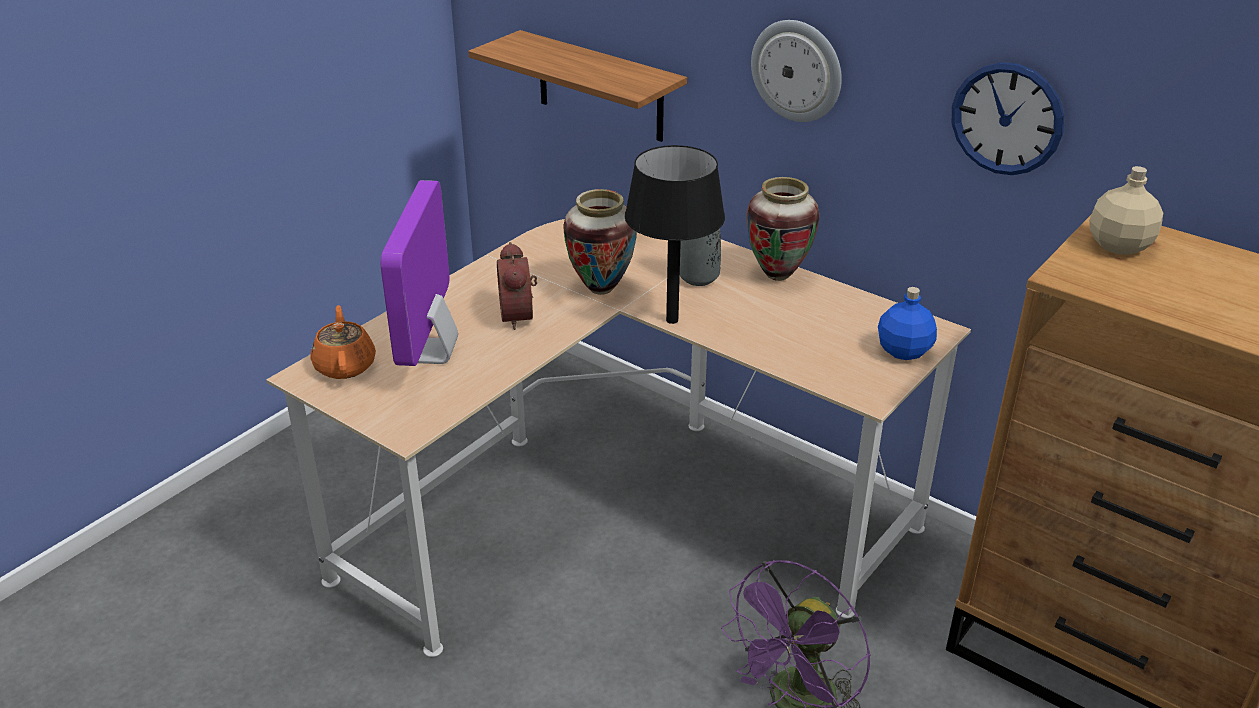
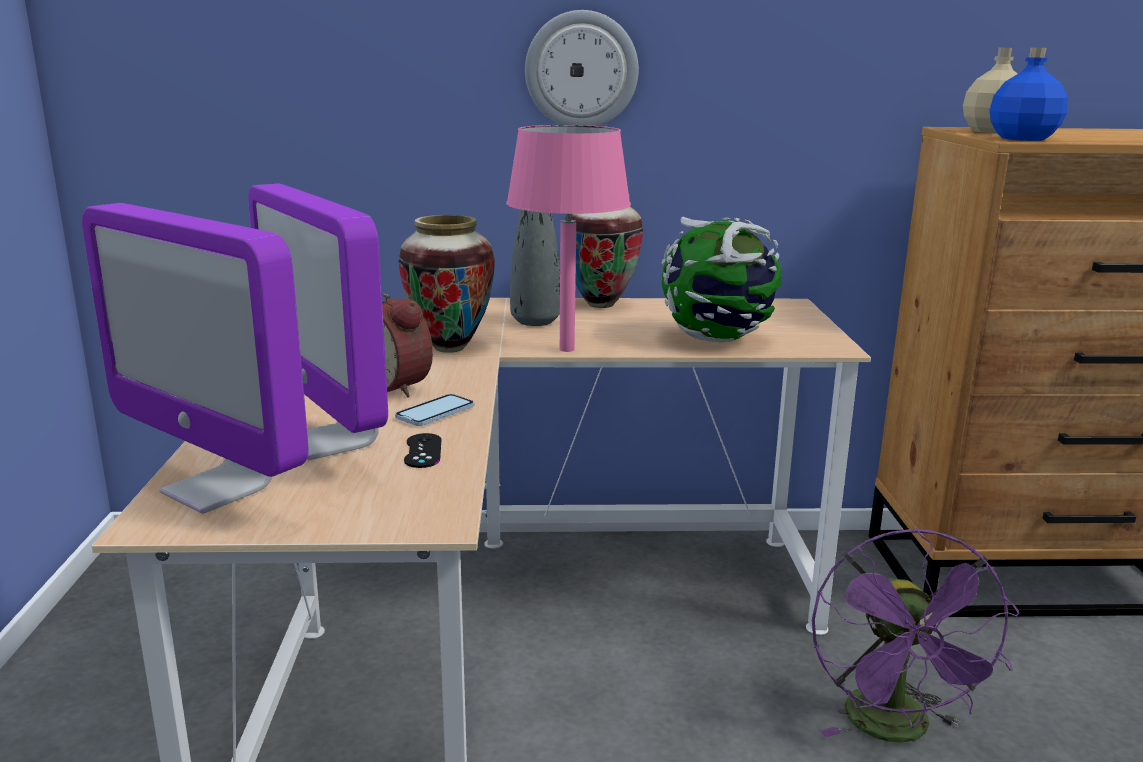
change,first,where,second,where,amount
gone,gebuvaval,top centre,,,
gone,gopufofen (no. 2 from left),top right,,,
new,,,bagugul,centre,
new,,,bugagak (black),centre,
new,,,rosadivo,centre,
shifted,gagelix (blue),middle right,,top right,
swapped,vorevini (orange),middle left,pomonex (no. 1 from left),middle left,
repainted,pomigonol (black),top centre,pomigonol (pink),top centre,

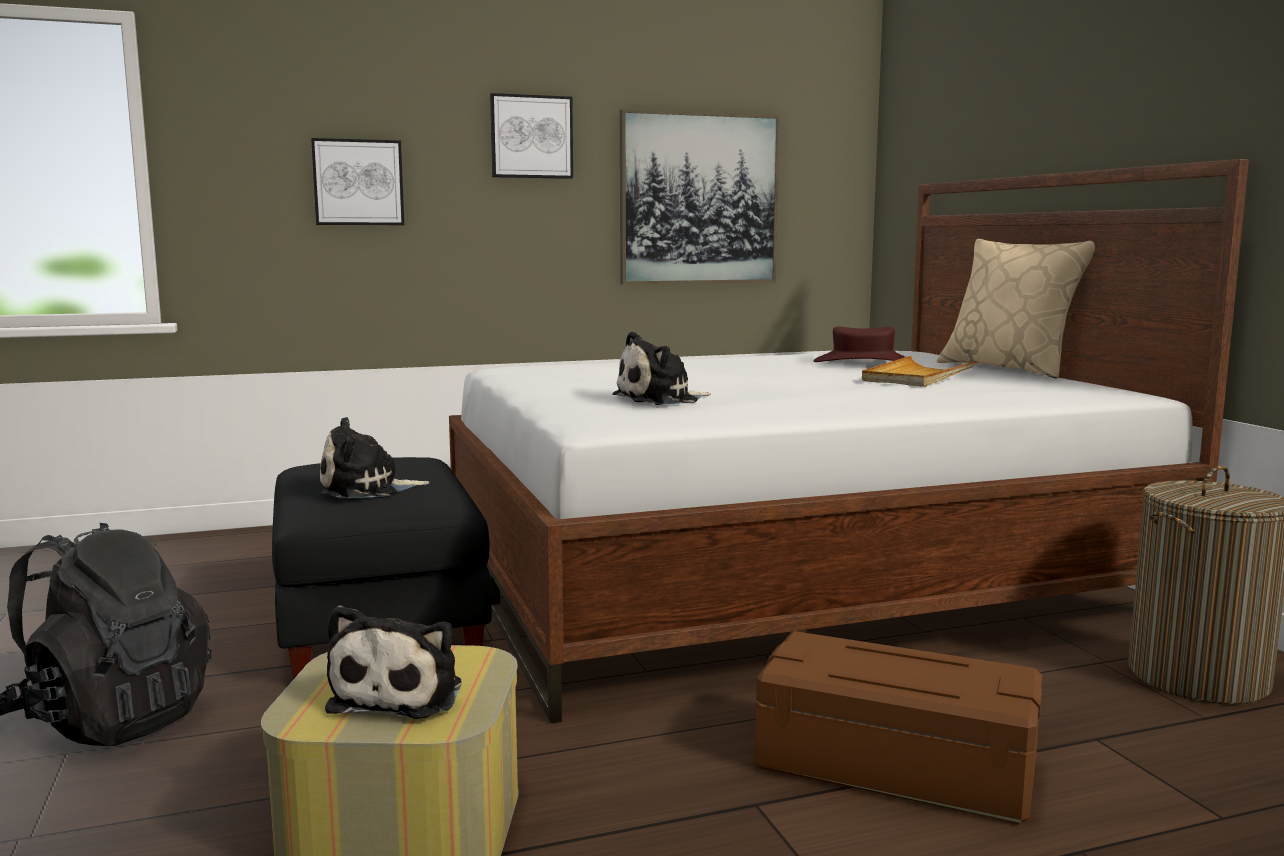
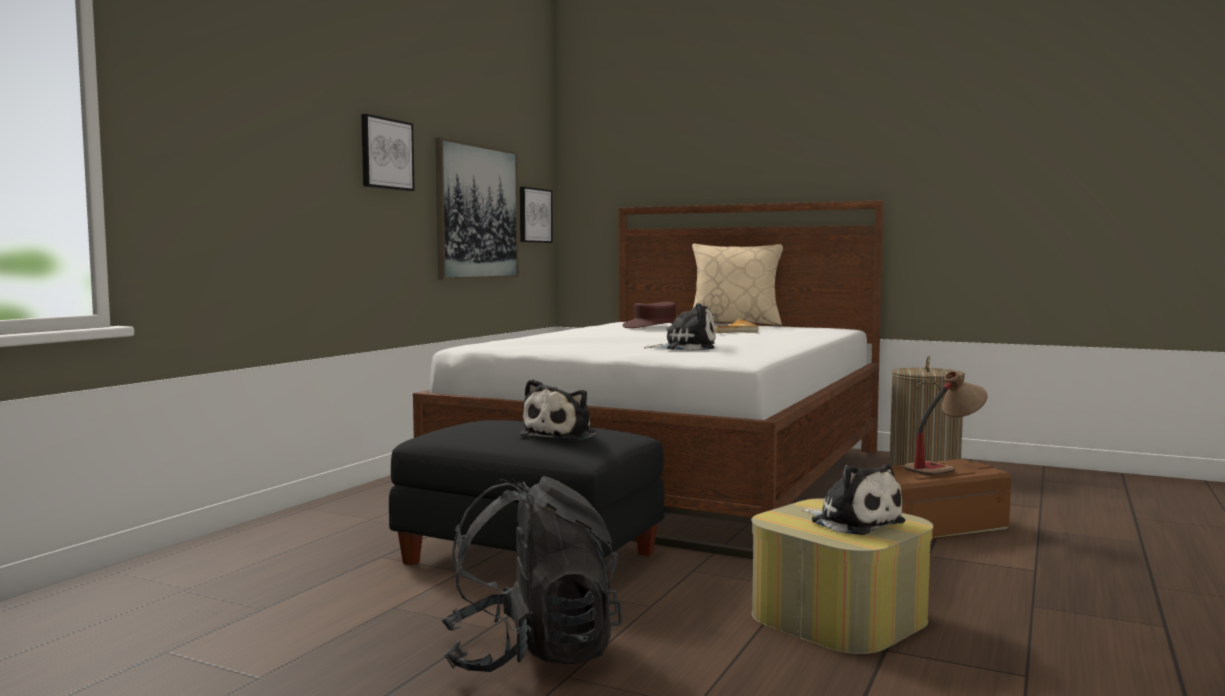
change,first,where,second,where,amount
new,,,pomigonol,middle right,
shifted,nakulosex (no. 1 from left in the first image),top left,nakulosex (no. 3 from left),top centre,
rotated,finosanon (no. 3 from left in the first image),centre,finosanon (no. 2 from left),centre,105 degrees counterclockwise

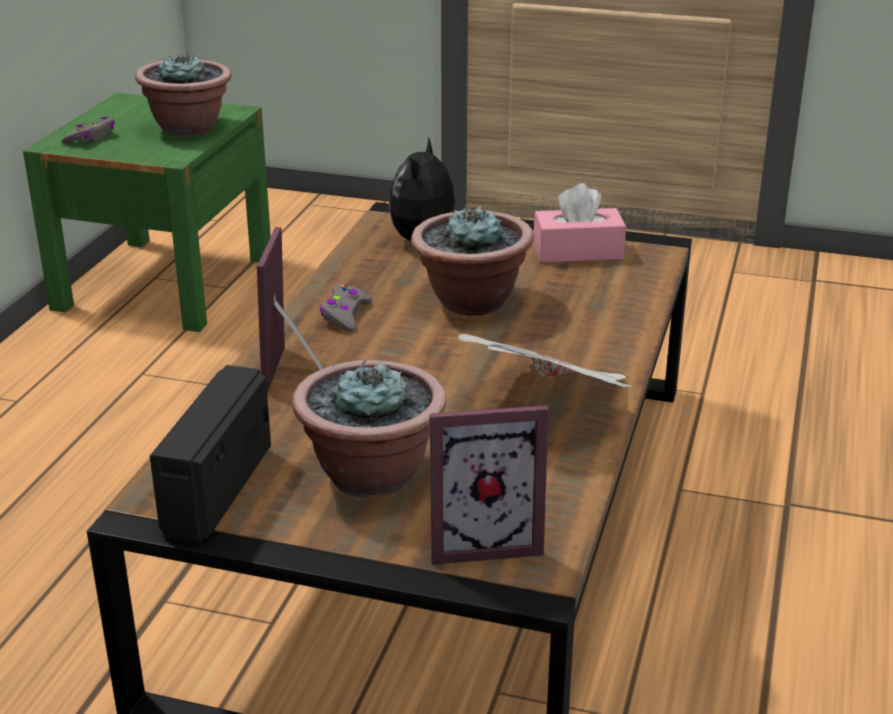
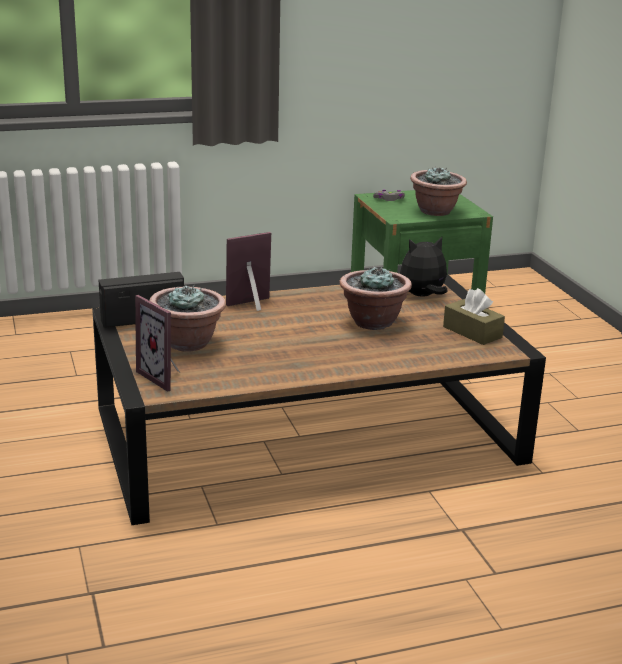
change,first,where,second,where,amount
gone,bugagak (grey) (no. 2 from left),centre,,,
gone,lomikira,centre,,,
repainted,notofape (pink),top centre,notofape (brown),middle right,

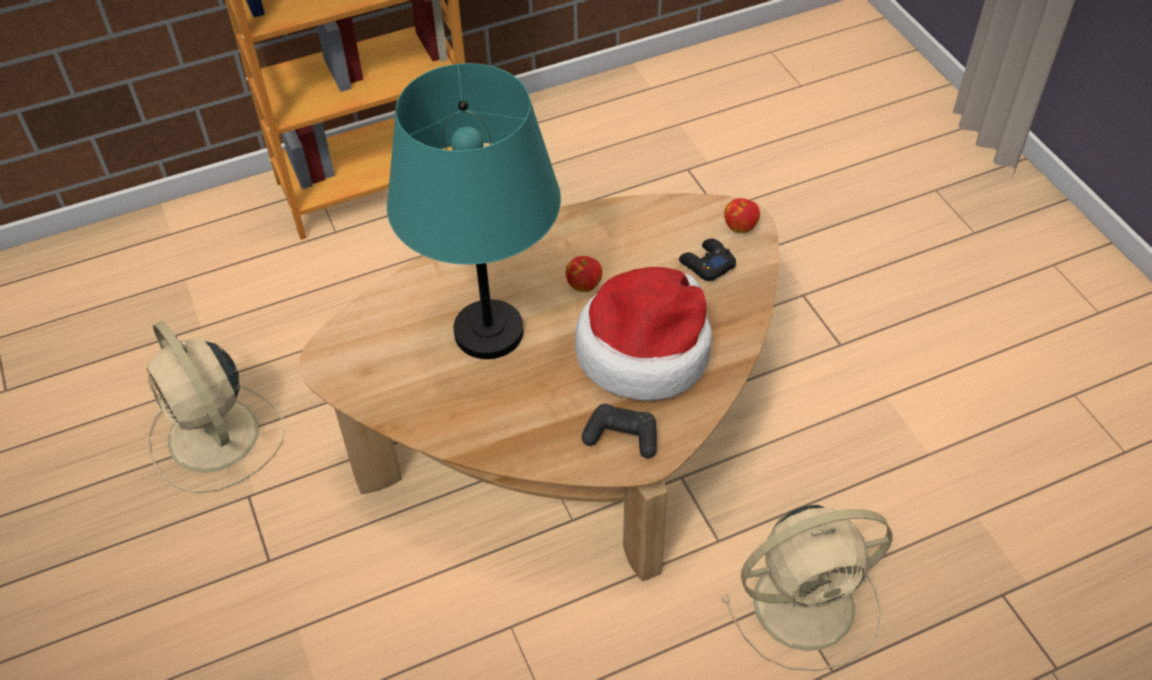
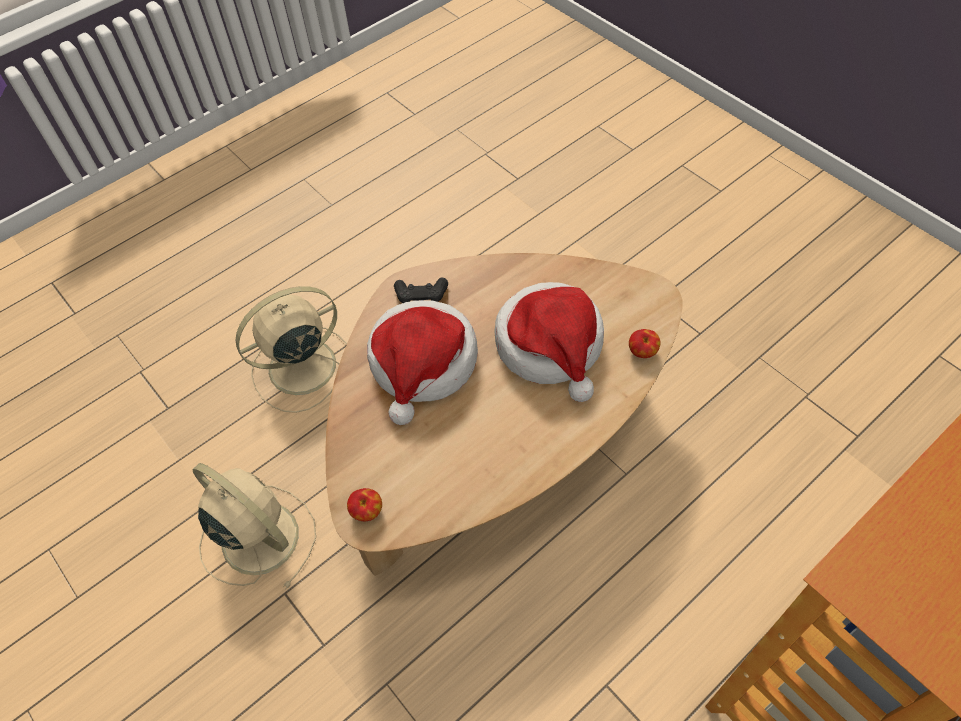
change,first,where,second,where,amount
gone,bugagak (black) (no. 2 from left),centre,,,
shifted,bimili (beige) (no. 1 from left),middle left,,bottom left,
shifted,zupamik (no. 1 from left in the first image),centre,zupamik (no. 2 from left),middle right,
swapped,pomigonol (turquoise),top centre,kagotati (no. 2 from left),centre,

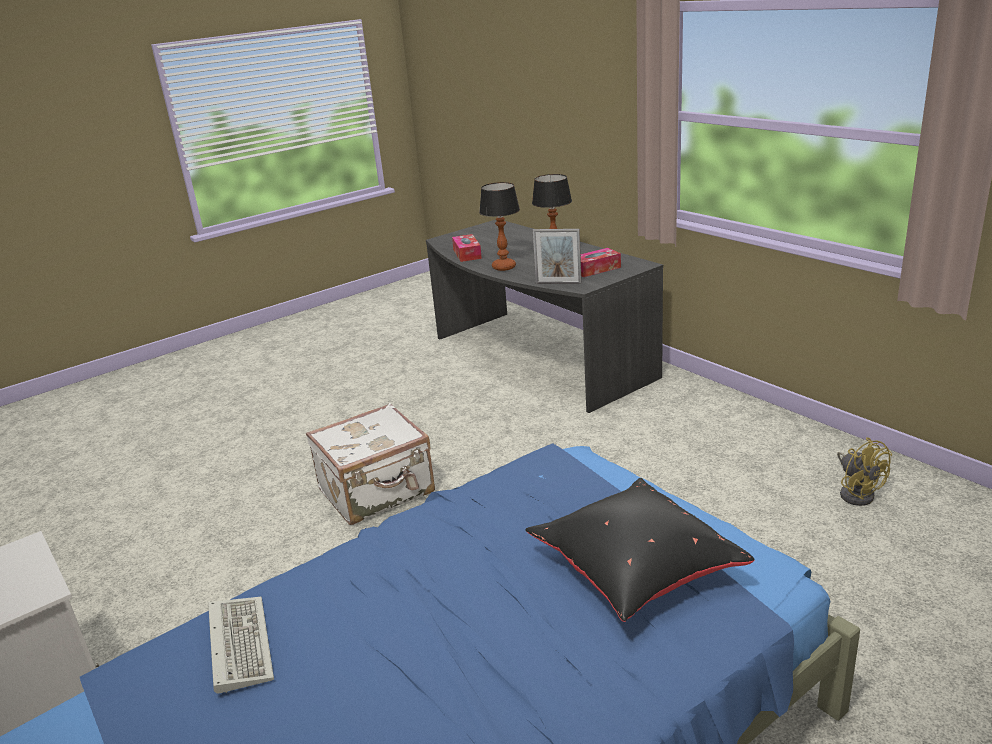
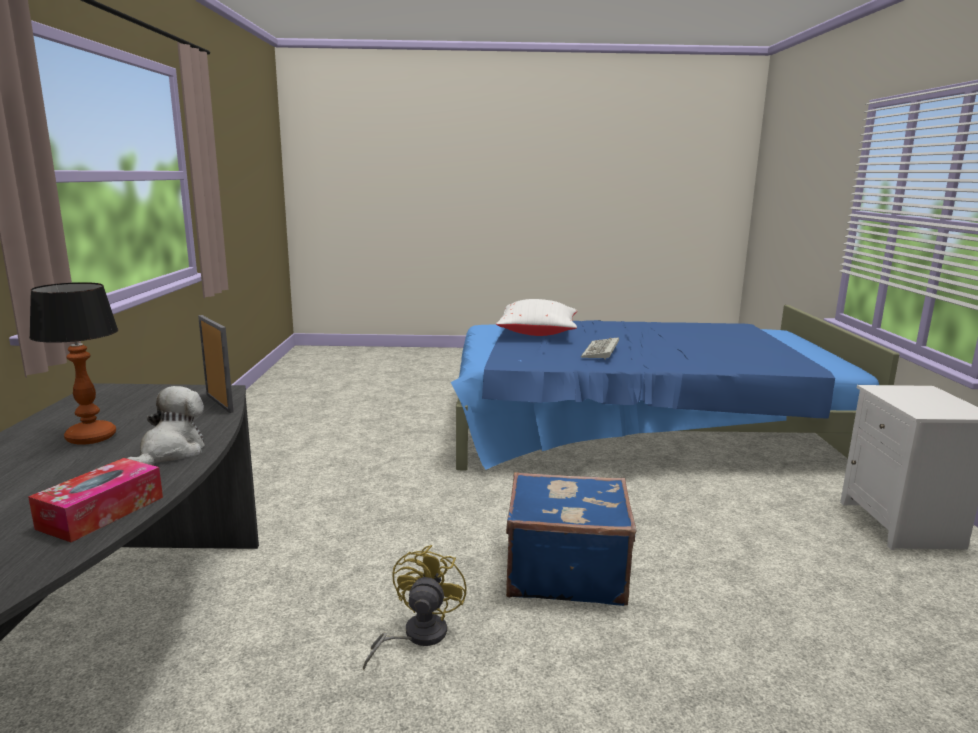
change,first,where,second,where,amount
gone,notofape (no. 2 from left),centre,,,
shifted,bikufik,bottom left,,centre,
shifted,bimili (yellow),middle right,,bottom centre,
swapped,pomigonol (no. 1 from left),top centre,finosanon,middle left,
repainted,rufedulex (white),centre,rufedulex (blue),bottom centre,
repainted,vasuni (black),bottom centre,vasuni (white),centre,

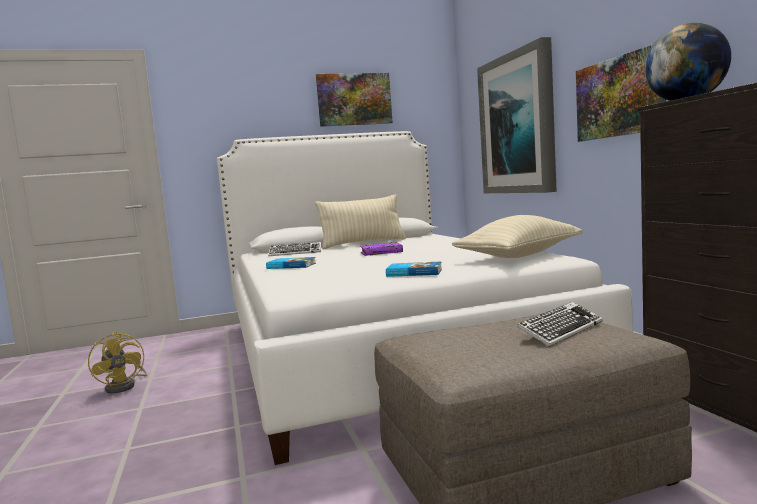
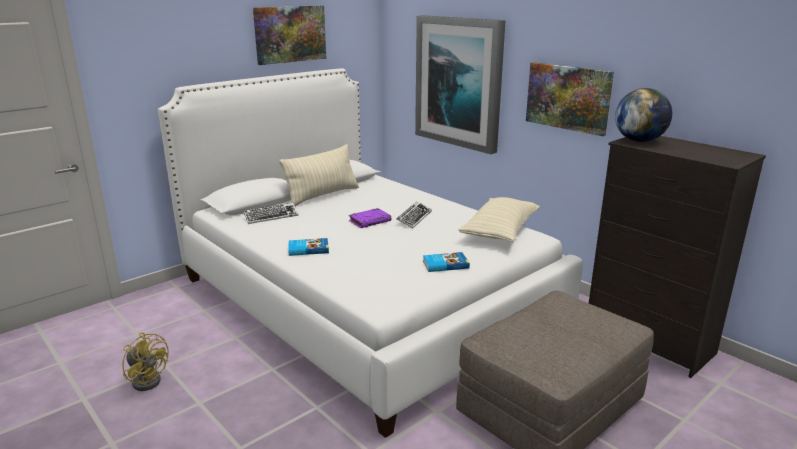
change,first,where,second,where,amount
shifted,bikufik (no. 2 from left),middle right,,centre,

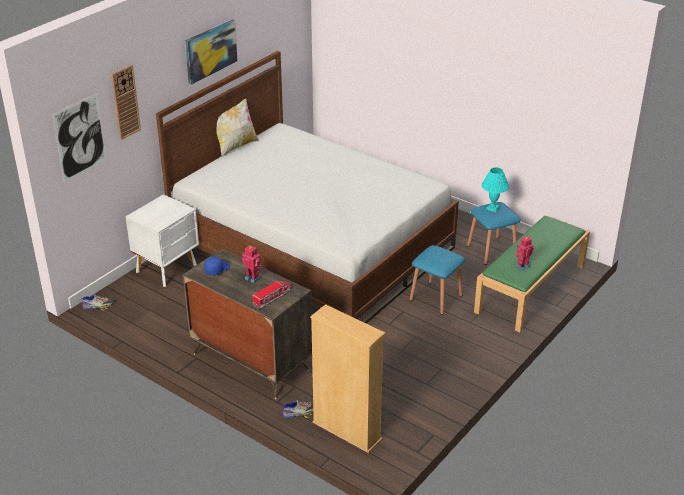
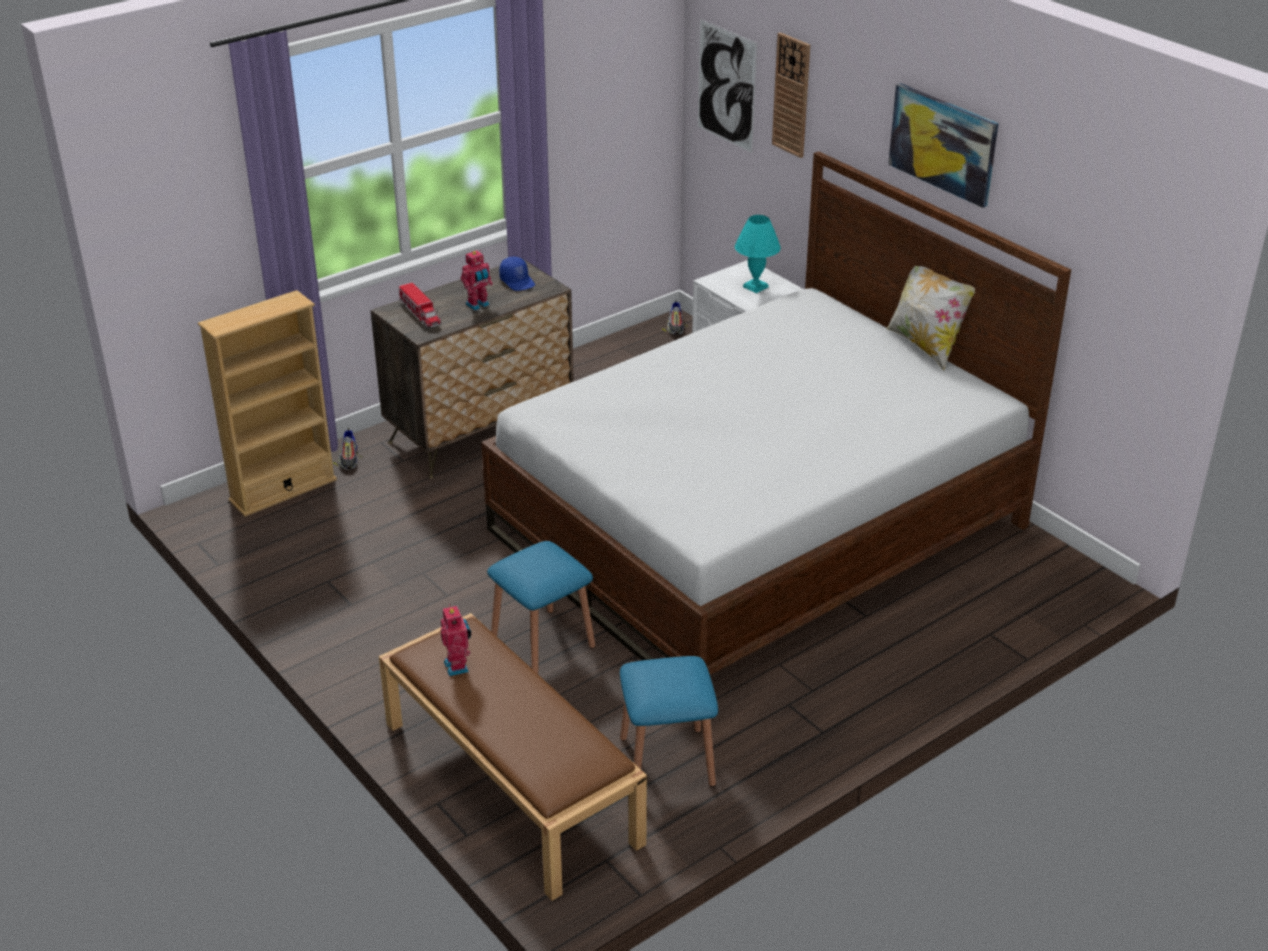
change,first,where,second,where,amount
shifted,pomigonol (turquoise),middle right,,top centre,
repainted,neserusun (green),middle right,neserusun (brown),bottom centre,

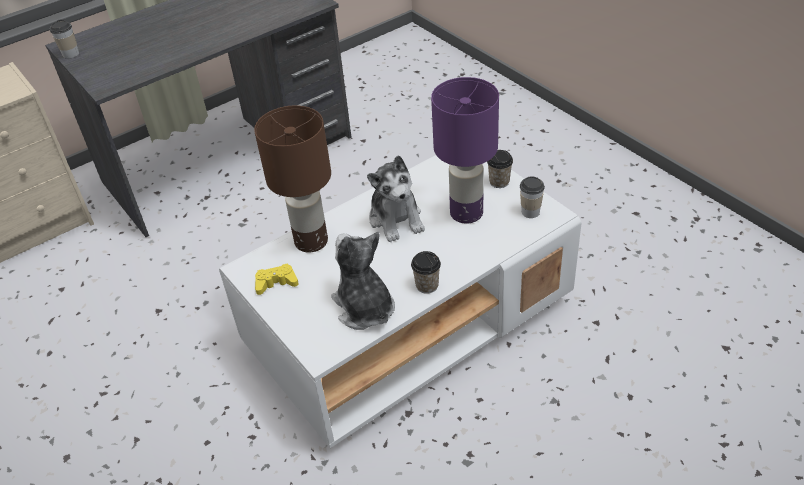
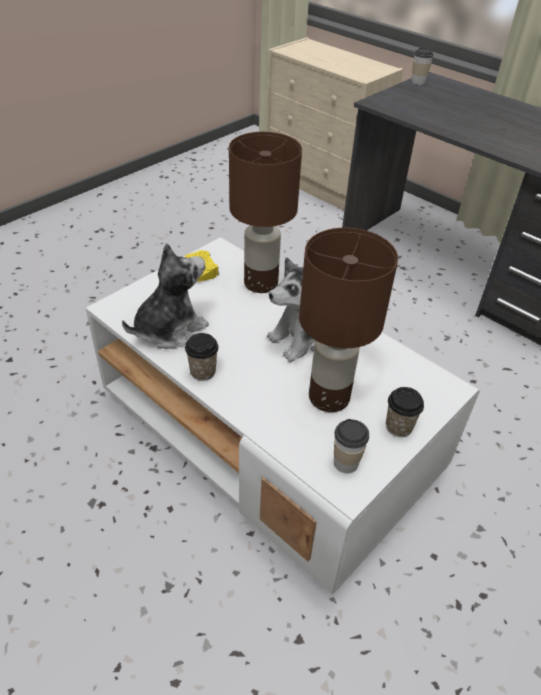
change,first,where,second,where,amount
repainted,pomigonol (purple),top centre,pomigonol (brown) (no. 2 from left),centre,

